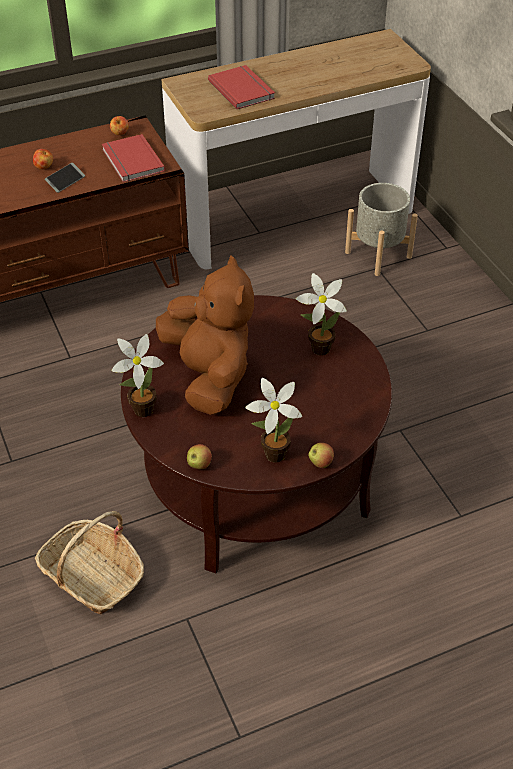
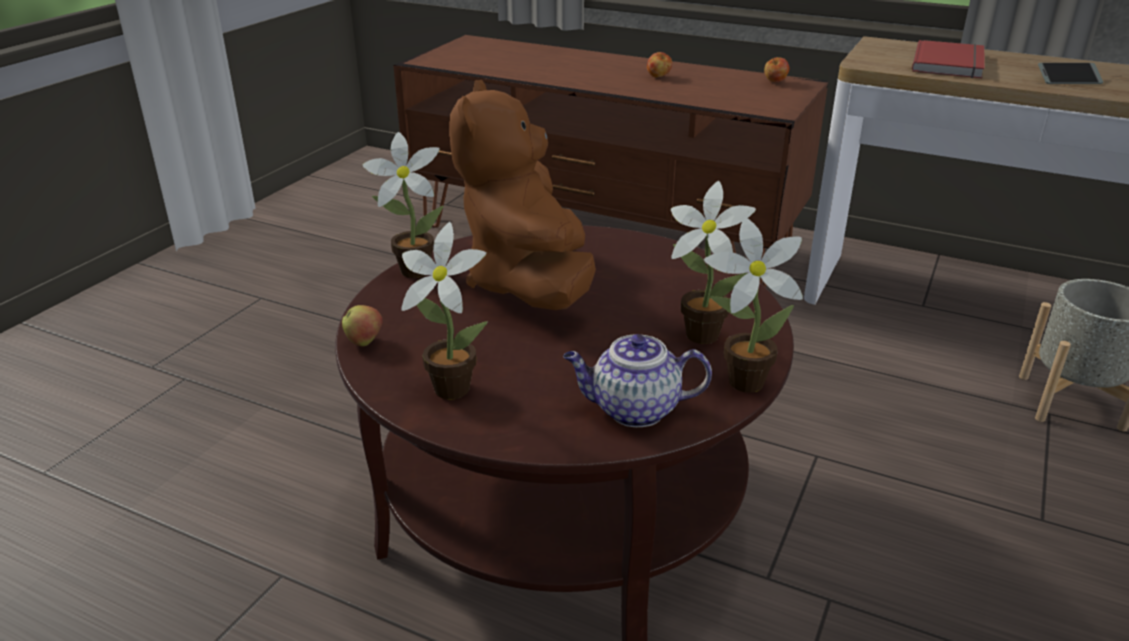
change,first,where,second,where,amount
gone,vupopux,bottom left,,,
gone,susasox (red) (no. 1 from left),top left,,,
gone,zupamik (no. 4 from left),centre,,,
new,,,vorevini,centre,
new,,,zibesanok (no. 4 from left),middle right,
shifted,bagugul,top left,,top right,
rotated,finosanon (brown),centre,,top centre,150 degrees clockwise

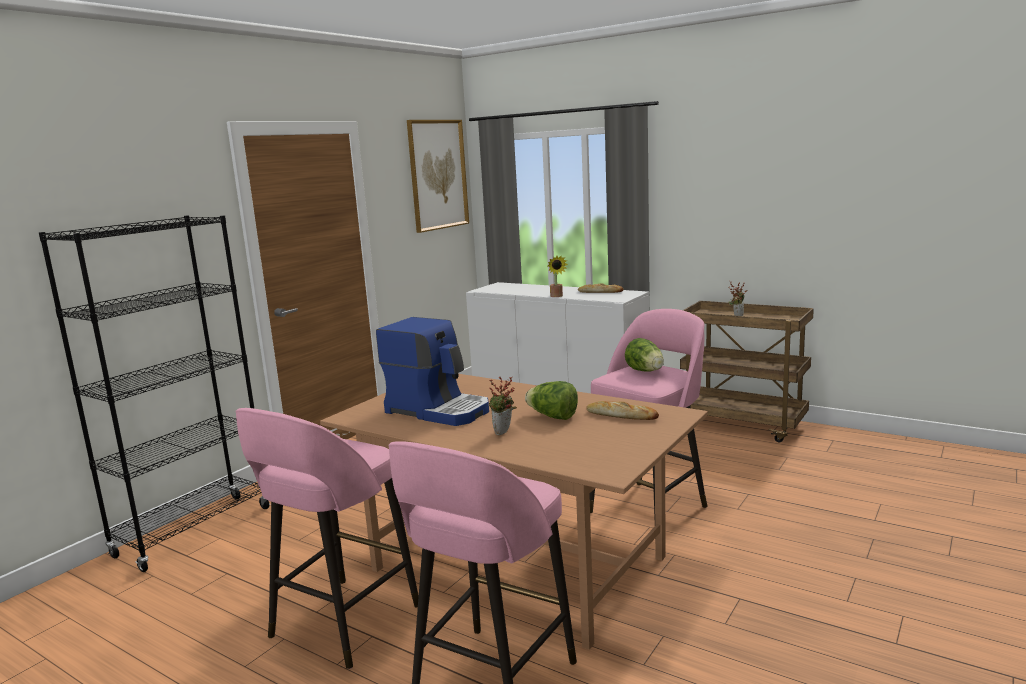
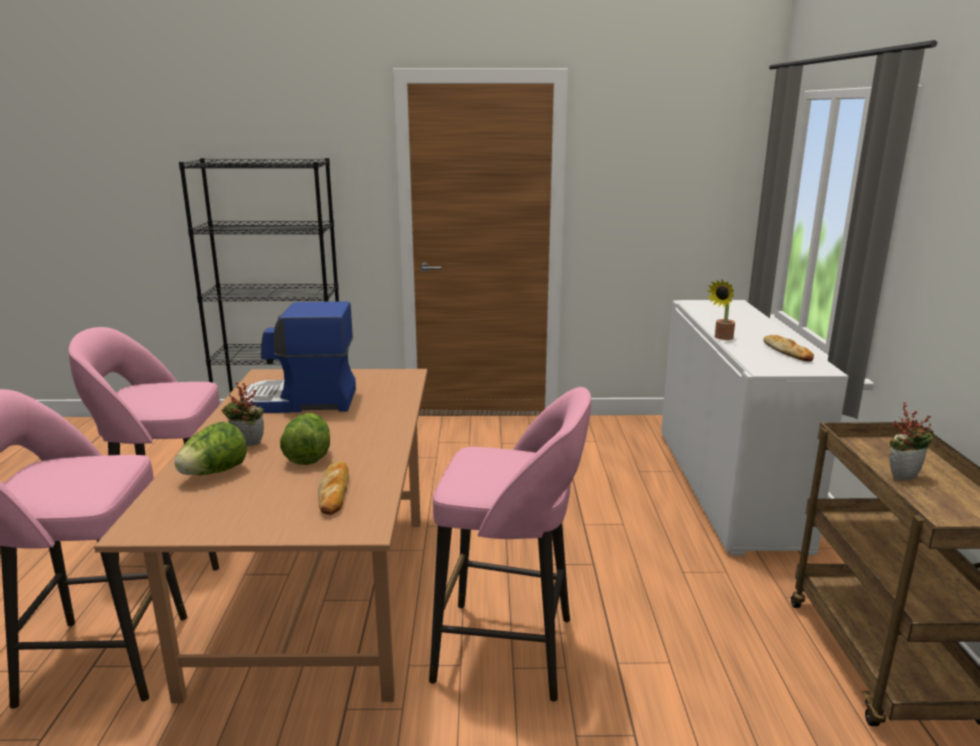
change,first,where,second,where,amount
gone,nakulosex,top centre,,,
shifted,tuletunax (no. 2 from left in the first image),centre,tuletunax (no. 1 from left),middle left,
rotated,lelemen,centre,,middle left,90 degrees clockwise

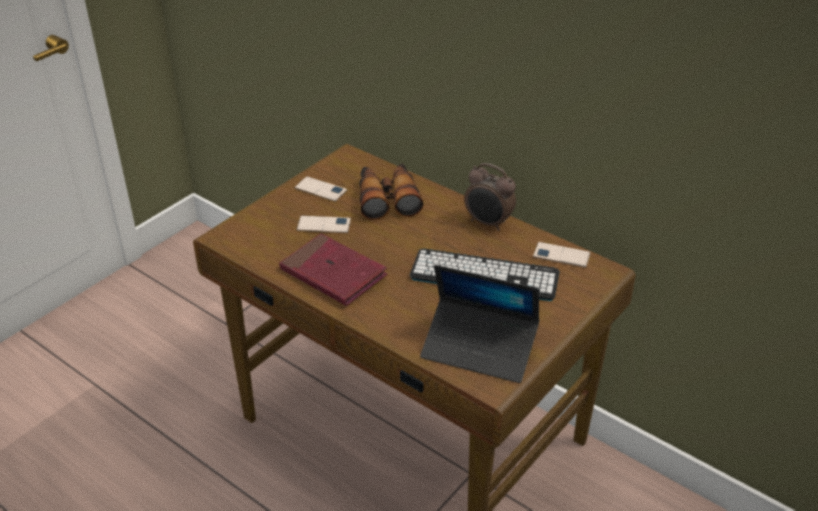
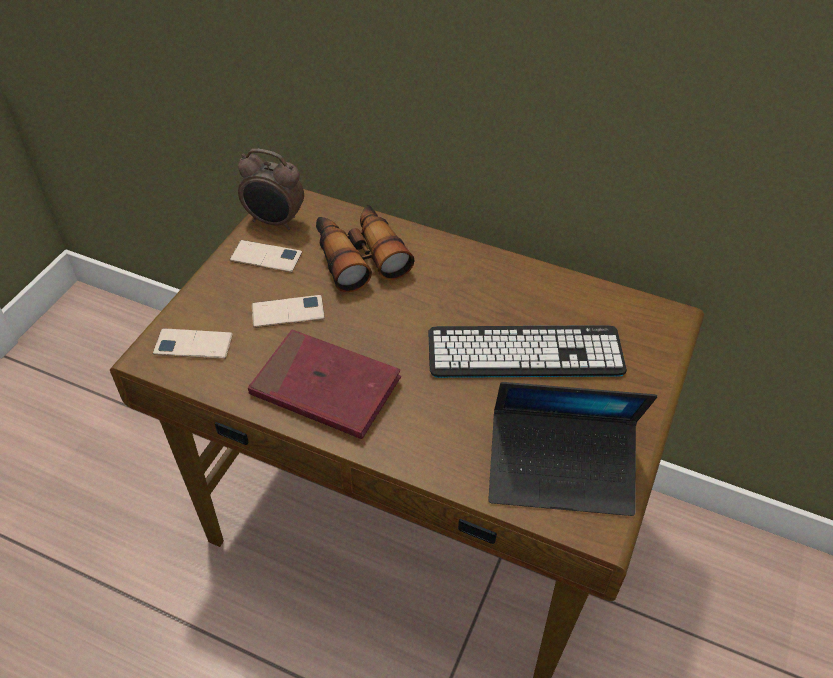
change,first,where,second,where,amount
shifted,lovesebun,centre,,top left,
shifted,bagugul (no. 3 from left in the first image),middle right,bagugul (no. 1 from left),middle left,

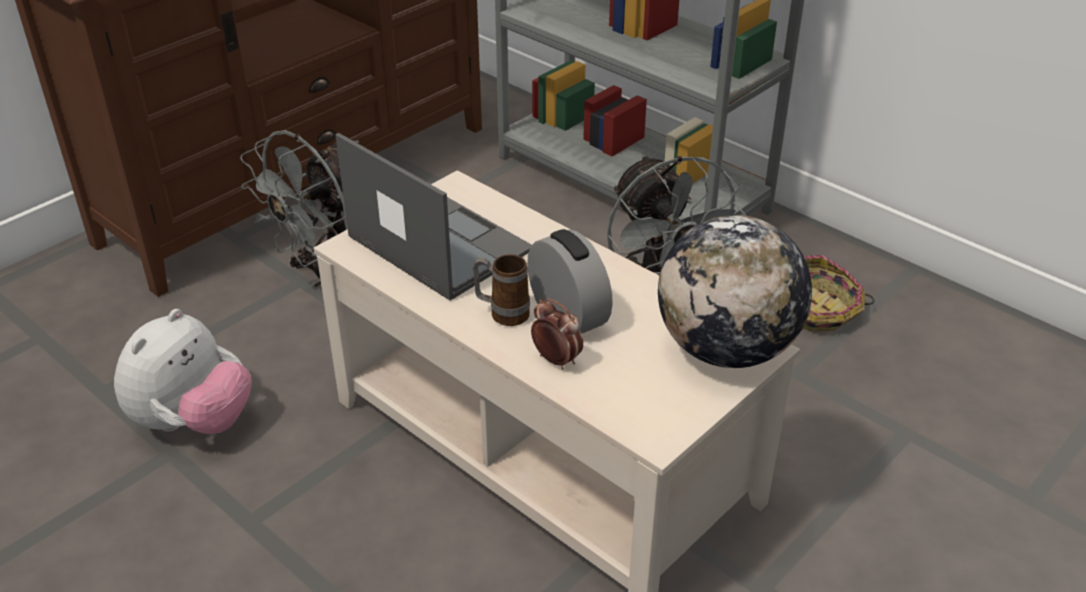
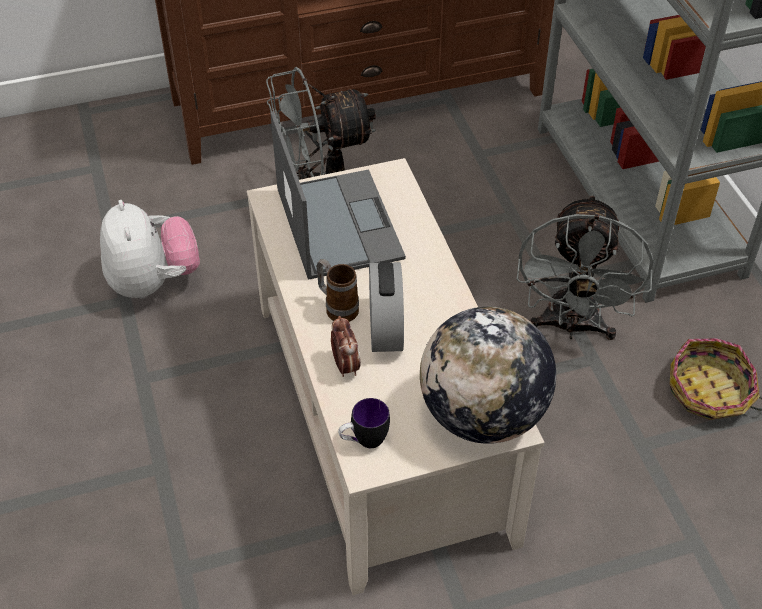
change,first,where,second,where,amount
new,,,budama (no. 2 from left),bottom centre,
rotated,finosanon,middle left,,middle left,75 degrees counterclockwise

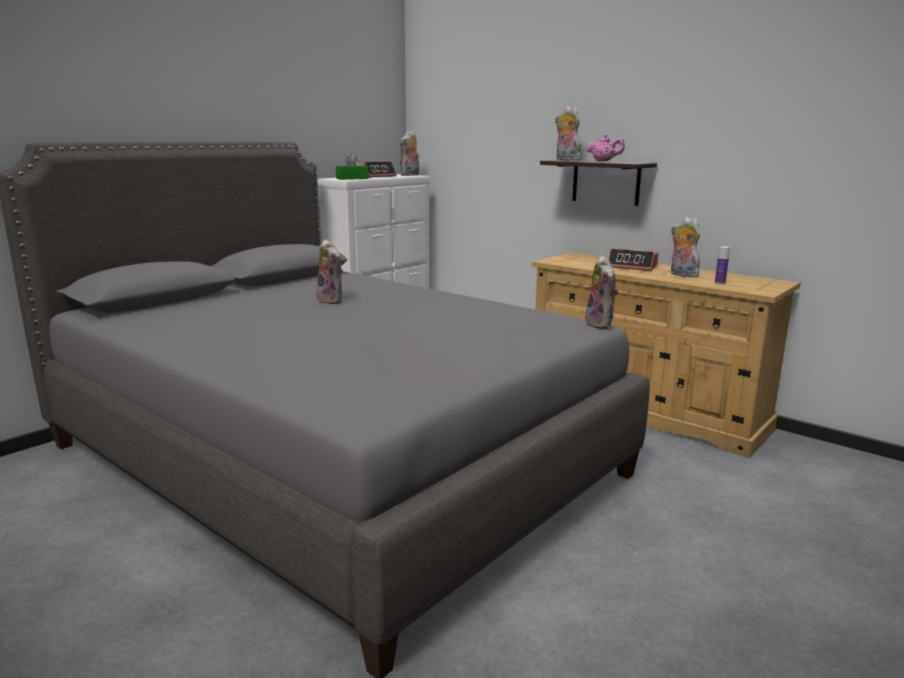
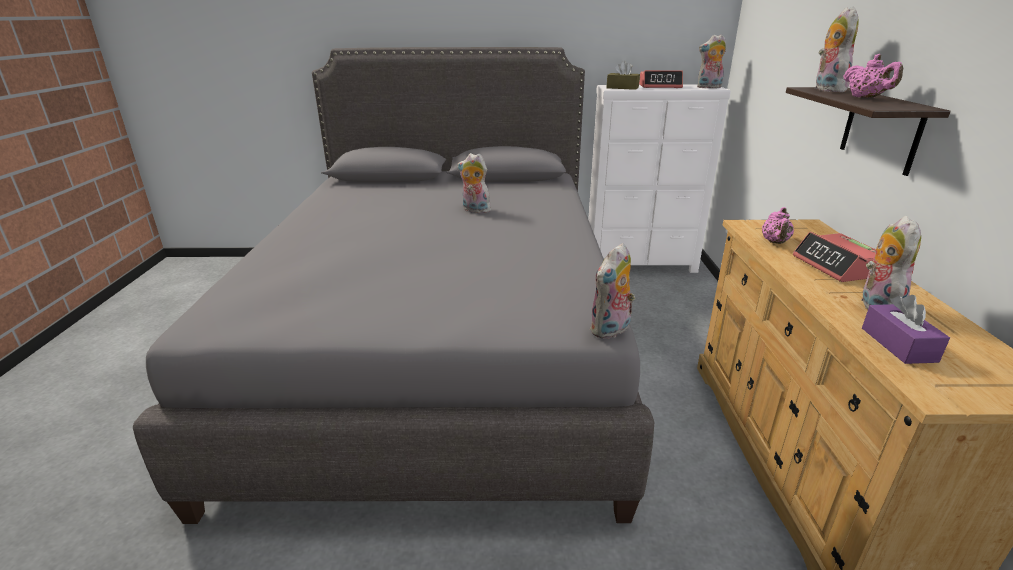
change,first,where,second,where,amount
new,,,vorevini (pink) (no. 1 from left),middle right,
swapped,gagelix,middle right,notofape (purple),middle right,
repainted,notofape (green),top centre,notofape (brown),top centre,
rotated,finosanon (no. 1 from left),centre,,top centre,105 degrees clockwise

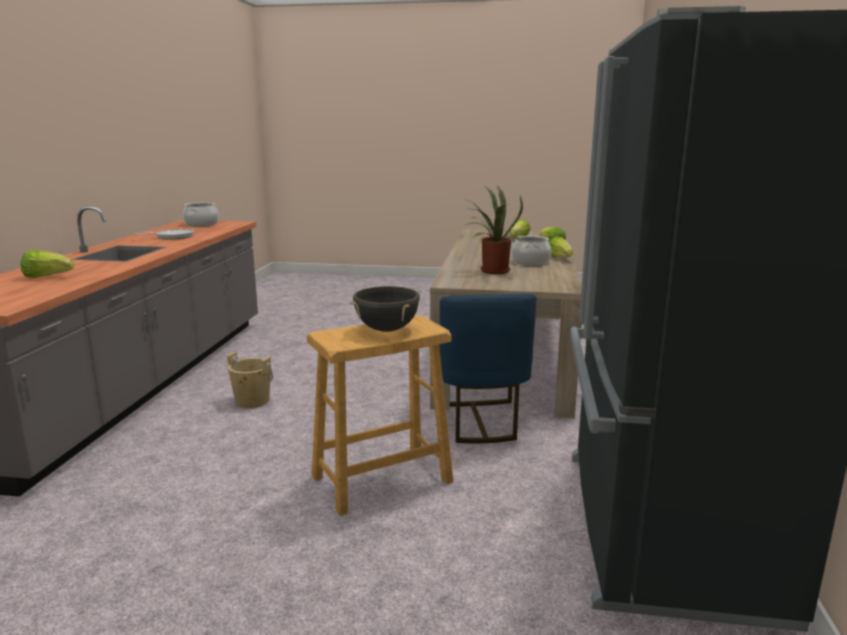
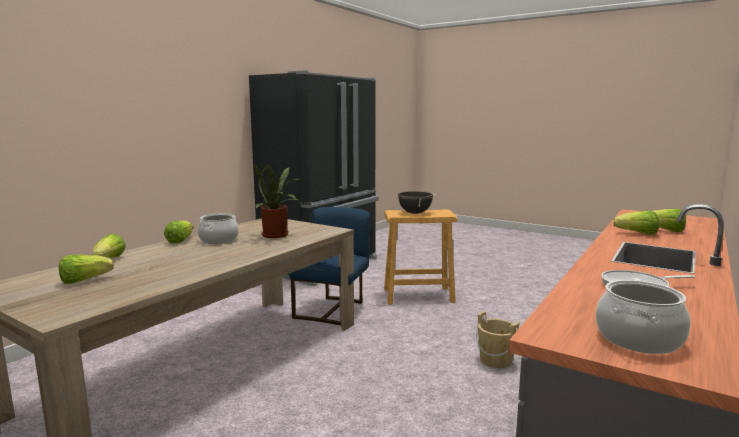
change,first,where,second,where,amount
new,,,tuletunax (no. 4 from left),middle right,

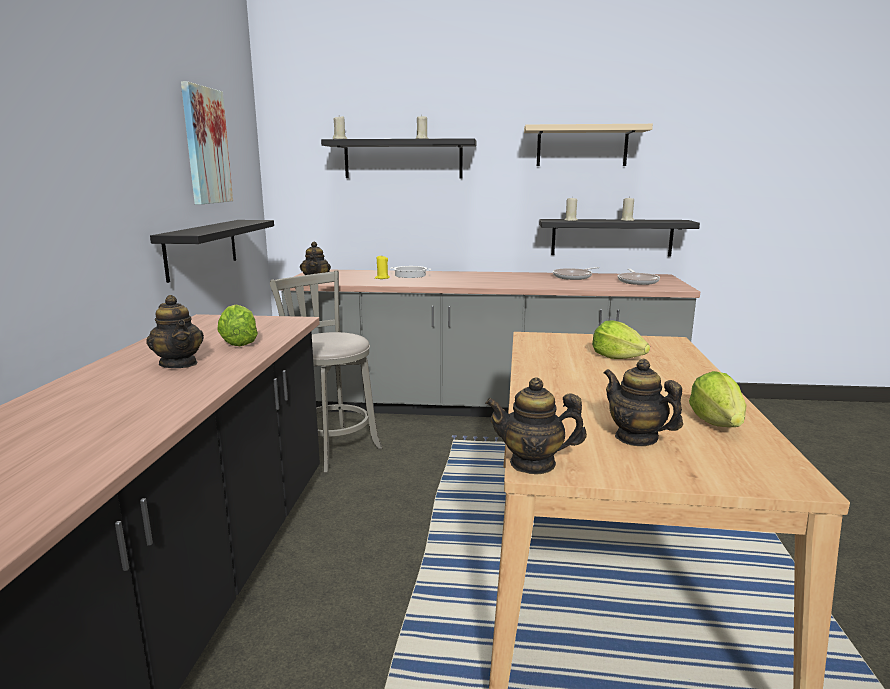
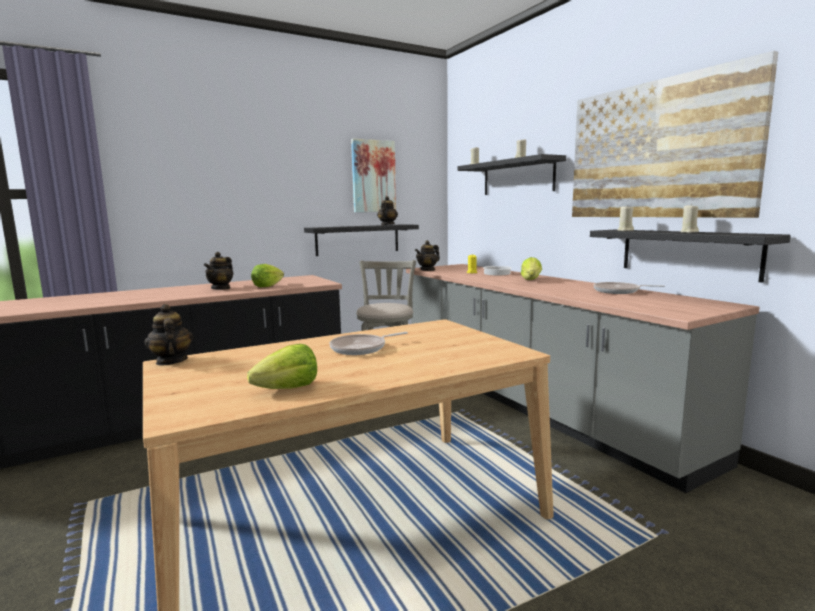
change,first,where,second,where,amount
shifted,tuletunax (no. 2 from left in the first image),middle right,tuletunax (no. 3 from left),centre,
shifted,vorevini (no. 4 from left in the first image),middle right,vorevini (no. 3 from left),centre,
shifted,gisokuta (no. 2 from left in the first image),middle right,gisokuta (no. 1 from left),centre,
swapped,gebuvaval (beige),top centre,nakulosex (no. 2 from left),top right,

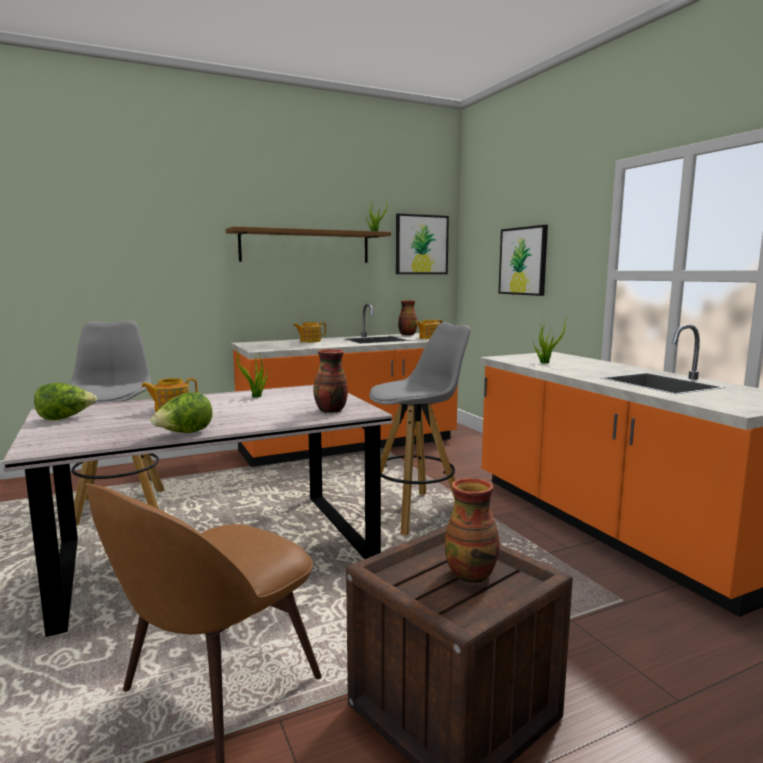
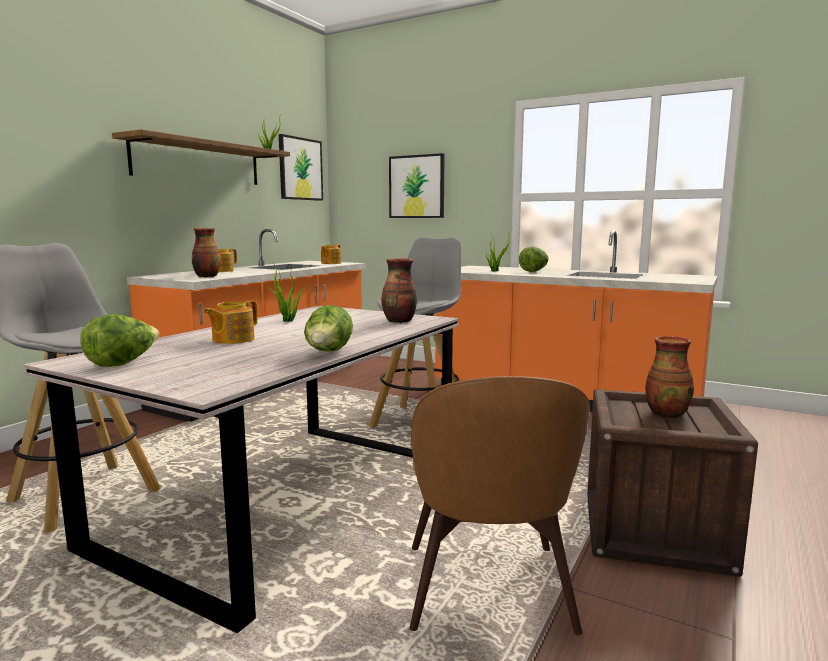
change,first,where,second,where,amount
new,,,tuletunax (no. 3 from left),centre,
shifted,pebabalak (no. 2 from left in the first image),centre,pebabalak (no. 1 from left),middle left,

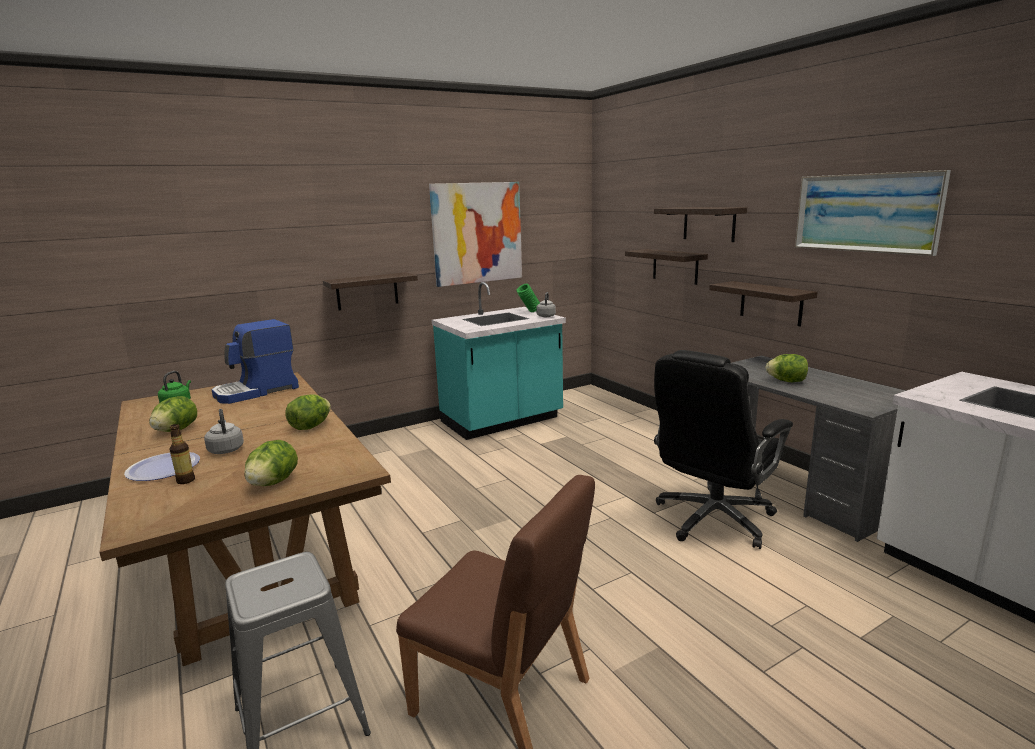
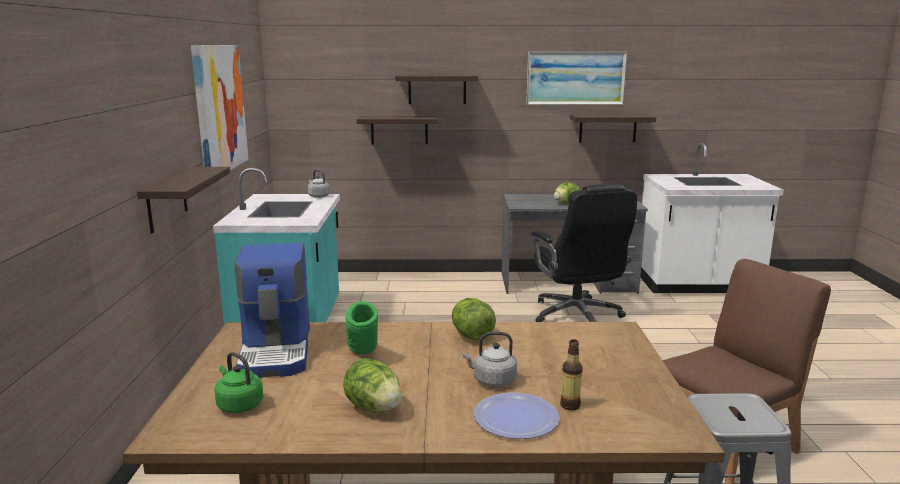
change,first,where,second,where,amount
gone,tuletunax (no. 2 from left),middle left,,,
shifted,pebabalak (green),centre,,bottom centre,
shifted,gebuvaval (no. 4 from left),middle right,,top right,

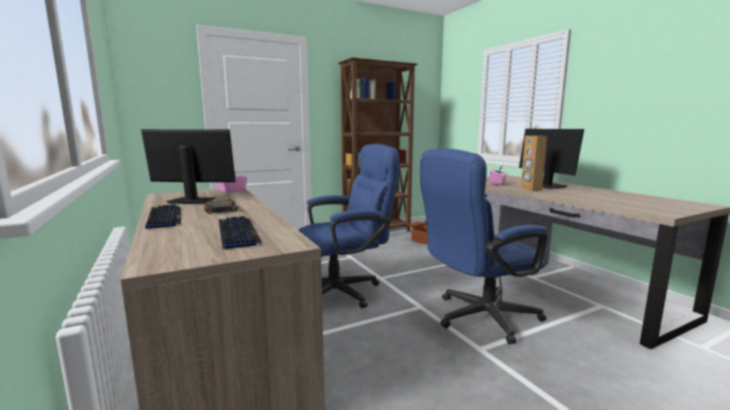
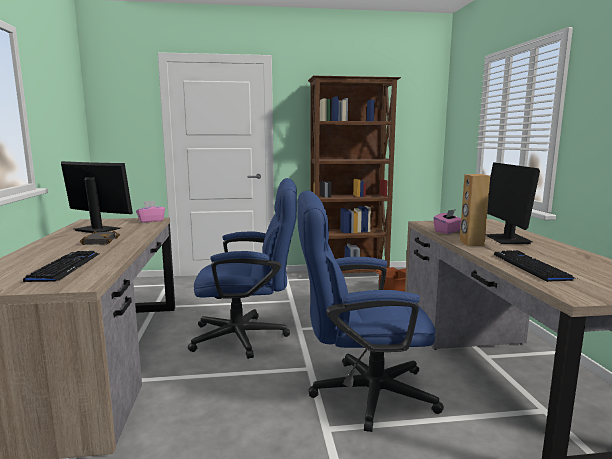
change,first,where,second,where,amount
shifted,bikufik (no. 1 from left in the first image),middle left,bikufik (no. 2 from left),middle right,

